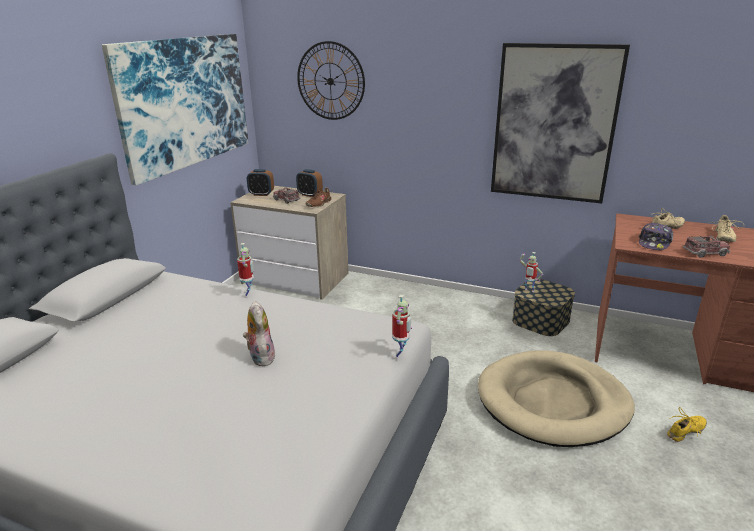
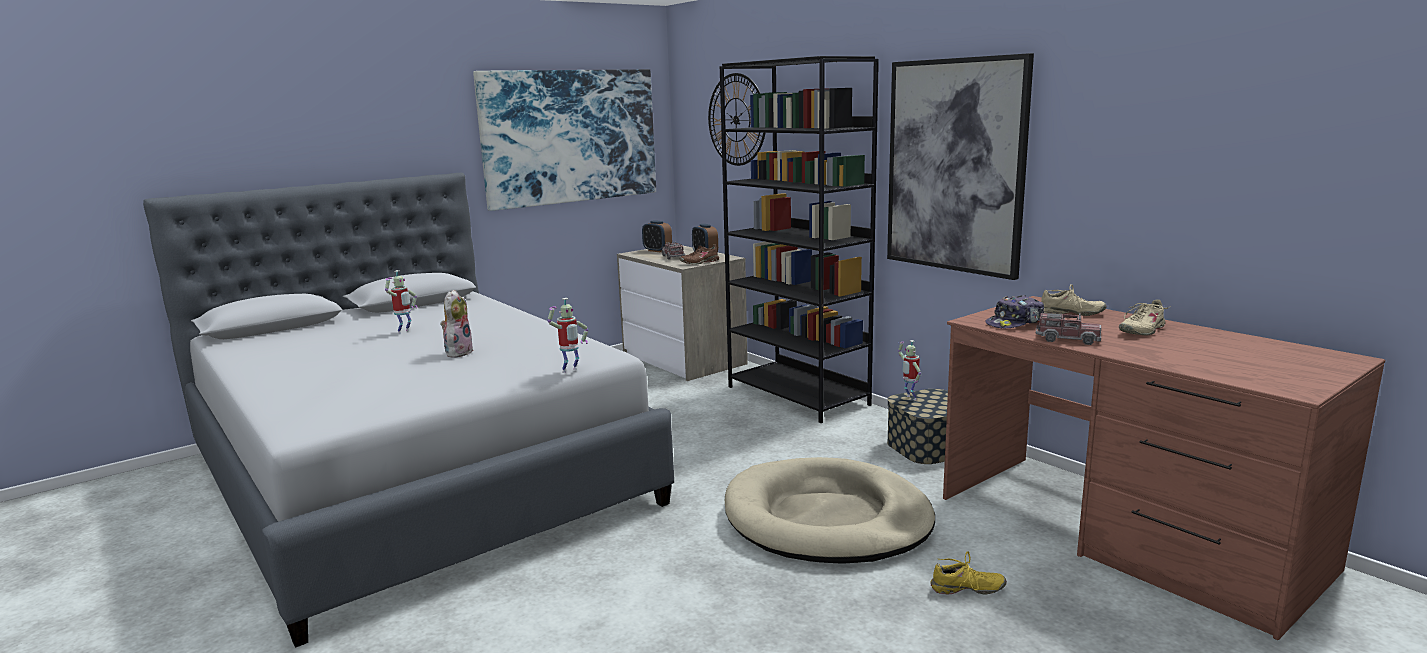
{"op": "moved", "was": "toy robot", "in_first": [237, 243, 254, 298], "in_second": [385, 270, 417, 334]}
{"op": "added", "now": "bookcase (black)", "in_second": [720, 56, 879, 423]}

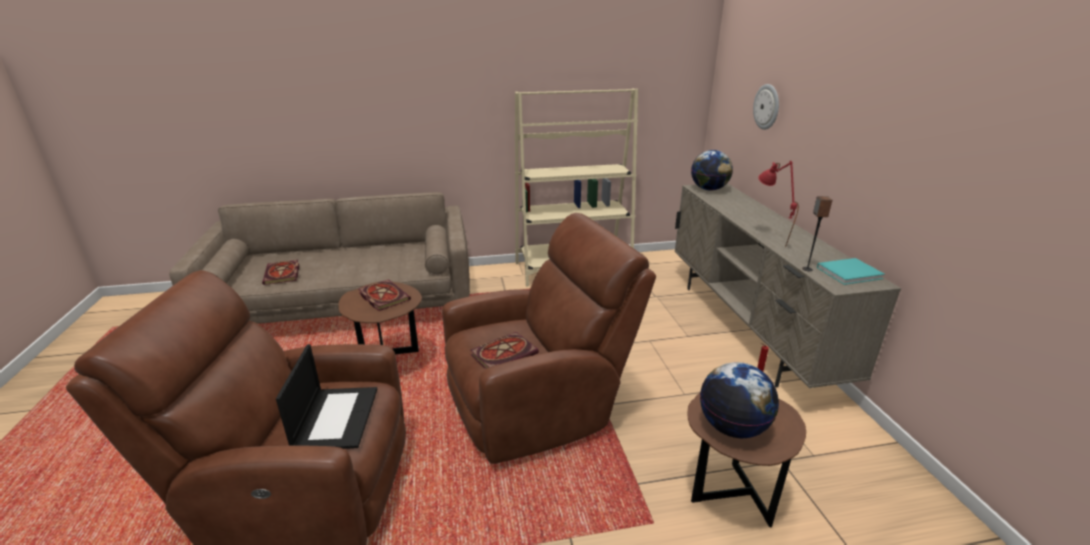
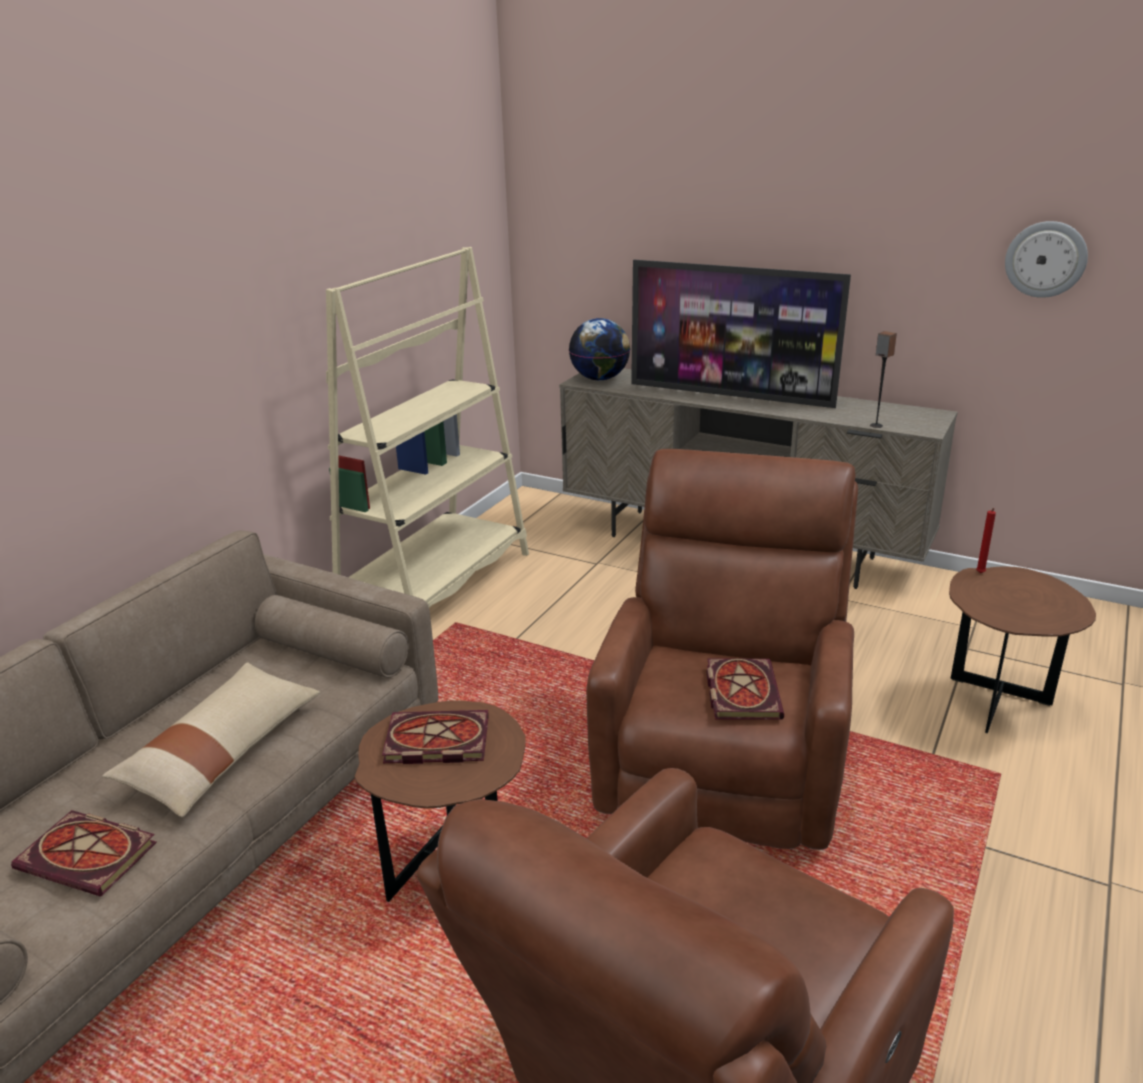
{"op": "moved", "was": "wall clock", "in_first": [753, 84, 779, 130], "in_second": [1005, 221, 1088, 298]}
{"op": "removed", "was": "table lamp (red)", "in_first": [758, 161, 799, 248]}
{"op": "removed", "was": "book (turquoise)", "in_first": [817, 258, 885, 285]}
{"op": "removed", "was": "laptop", "in_first": [276, 344, 377, 449]}
{"op": "removed", "was": "globe", "in_first": [700, 362, 779, 438]}
{"op": "added", "now": "television", "in_second": [631, 260, 851, 408]}
{"op": "added", "now": "pillow (beige)", "in_second": [102, 662, 320, 817]}

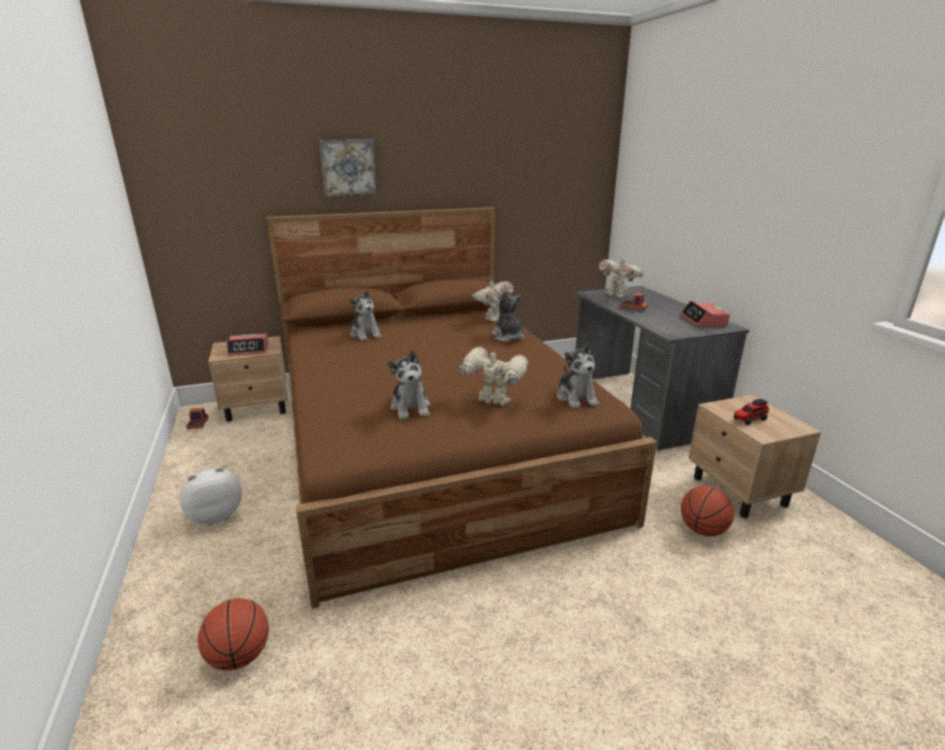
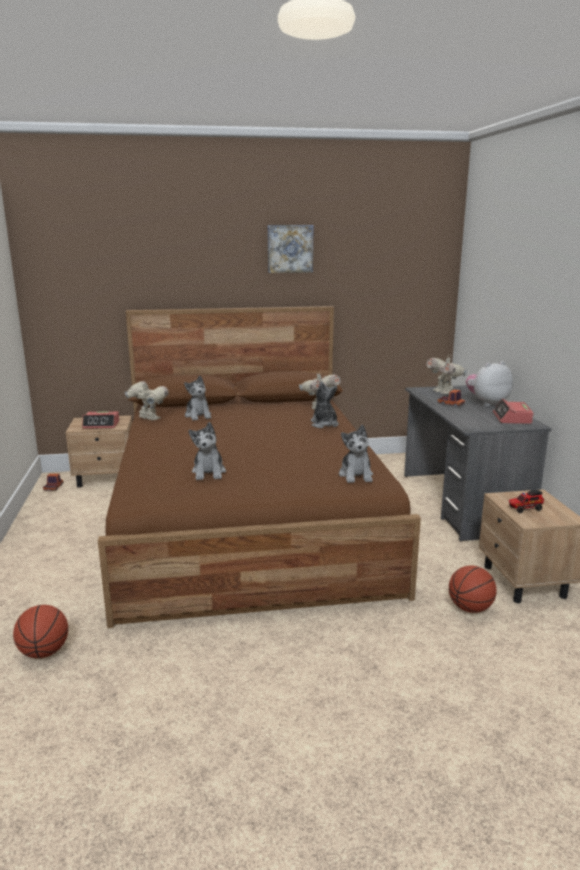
{"op": "moved", "was": "picture", "in_first": [319, 140, 377, 196], "in_second": [268, 225, 313, 273]}
{"op": "moved", "was": "toy robot", "in_first": [459, 347, 528, 406], "in_second": [125, 381, 169, 420]}
{"op": "moved", "was": "plush toy", "in_first": [179, 467, 242, 526], "in_second": [466, 361, 513, 406]}

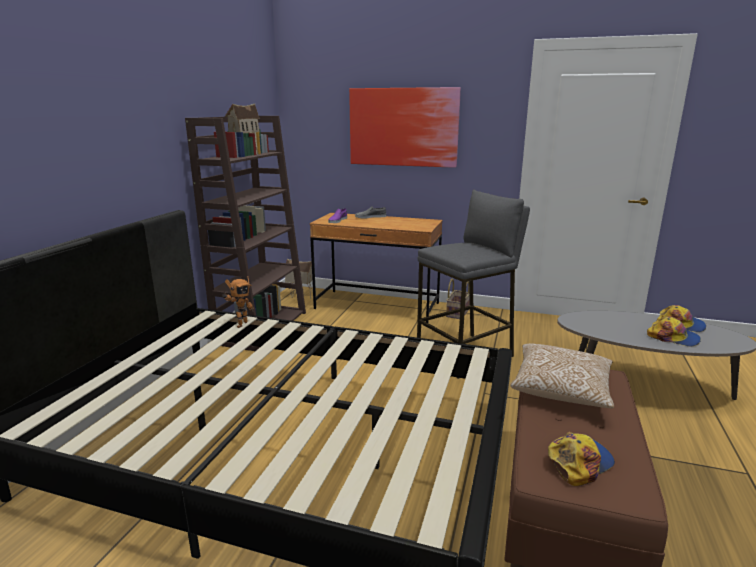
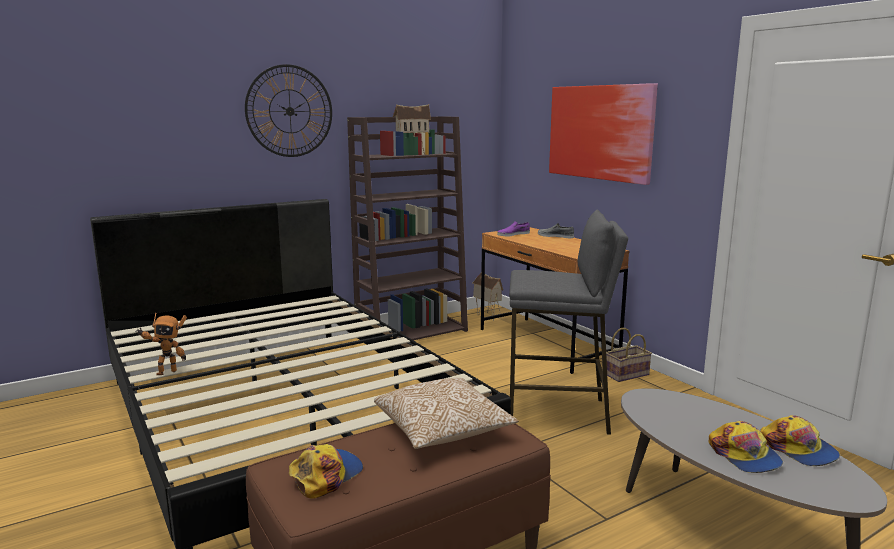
{"op": "moved", "was": "toy robot", "in_first": [223, 276, 254, 328], "in_second": [135, 313, 187, 375]}
{"op": "turned", "was": "cap", "in_first": [548, 432, 615, 486], "in_second": [289, 444, 363, 499], "clockwise": -60}
{"op": "added", "now": "wall clock", "in_second": [245, 64, 332, 157]}

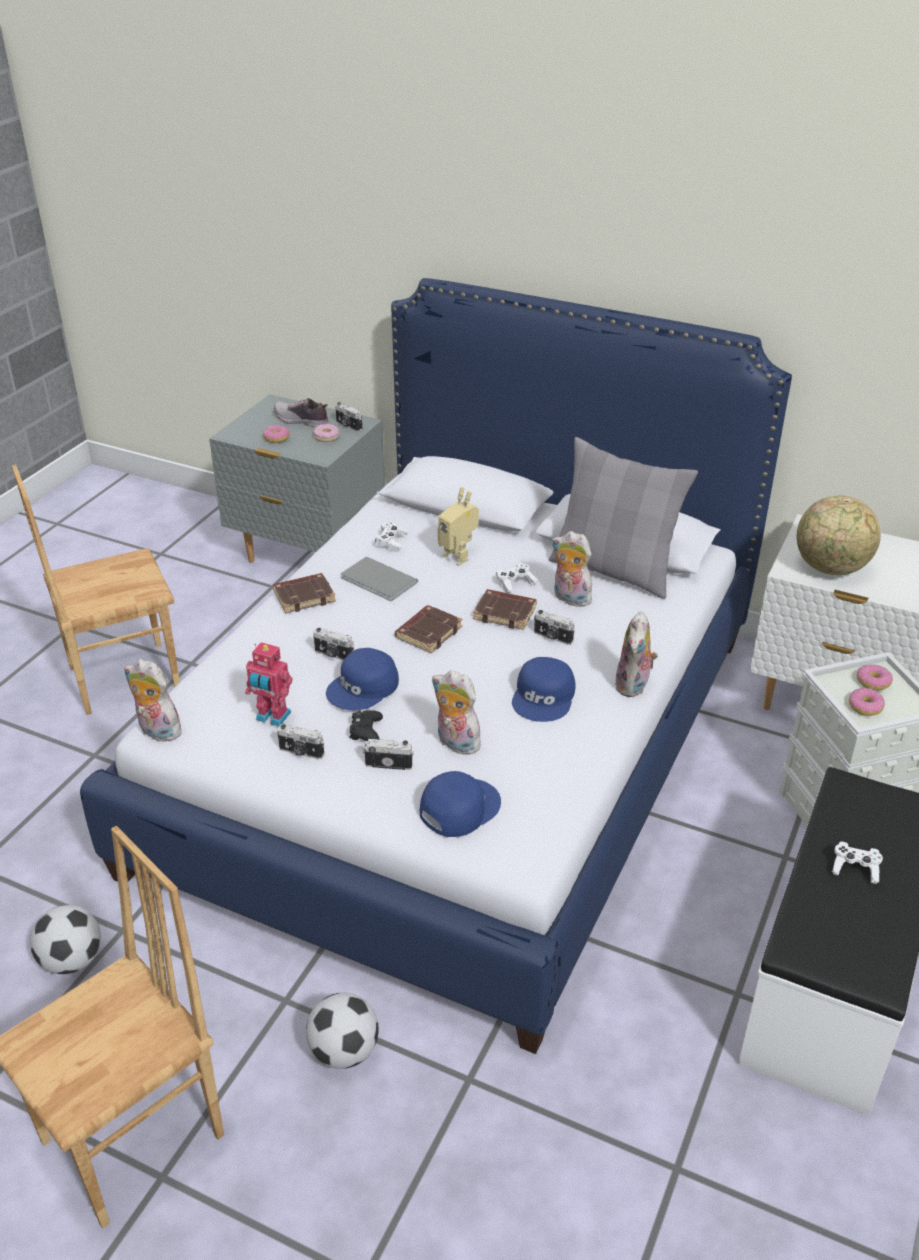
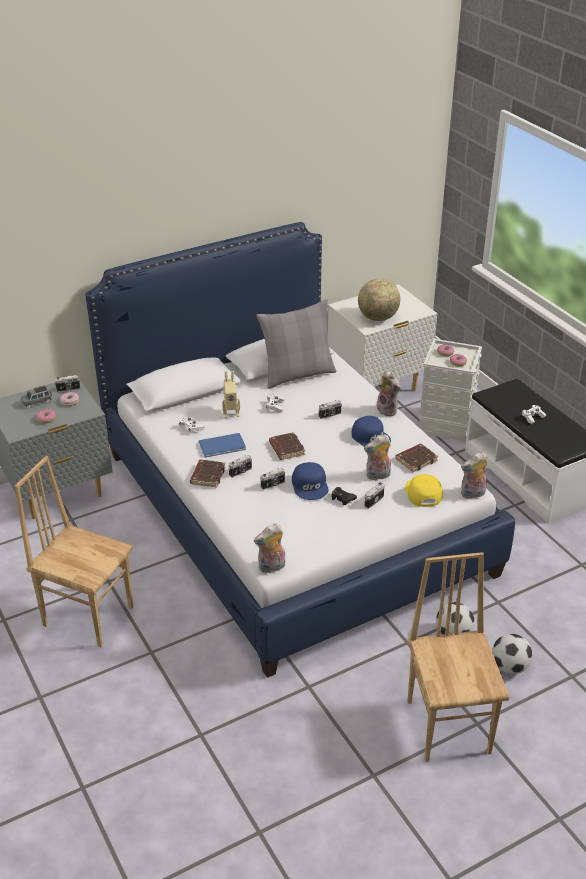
{"op": "replaced", "was": "shoe", "now": "toy car (grey)", "in_first": [274, 398, 329, 427], "in_second": [21, 385, 52, 409]}
{"op": "turned", "was": "chair (brown)", "in_first": [12, 465, 180, 715], "in_second": [15, 456, 133, 647], "clockwise": 105}
{"op": "moved", "was": "plush toy", "in_first": [551, 531, 592, 607], "in_second": [461, 452, 488, 499]}
{"op": "recoloured", "was": "book (grey)", "now": "book (blue)", "in_first": [341, 557, 418, 601], "in_second": [199, 433, 246, 457]}
{"op": "moved", "was": "book (brown)", "in_first": [473, 589, 537, 630], "in_second": [395, 444, 438, 472]}
{"op": "removed", "was": "toy robot", "in_first": [245, 642, 293, 727]}
{"op": "moved", "was": "photo camera", "in_first": [277, 724, 324, 759], "in_second": [229, 455, 252, 478]}
{"op": "recoloured", "was": "cap (blue)", "now": "cap (yellow)", "in_first": [420, 771, 501, 837], "in_second": [405, 474, 443, 507]}
{"op": "moved", "was": "football", "in_first": [30, 905, 101, 974], "in_second": [492, 634, 533, 674]}

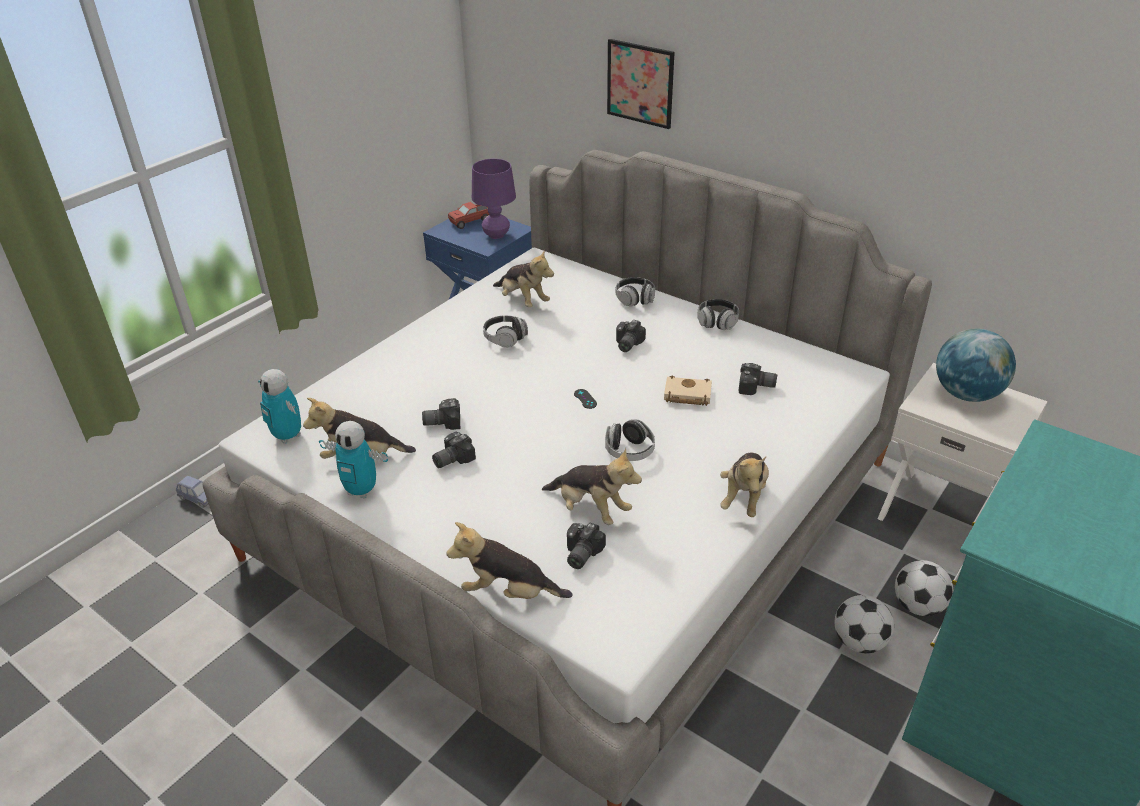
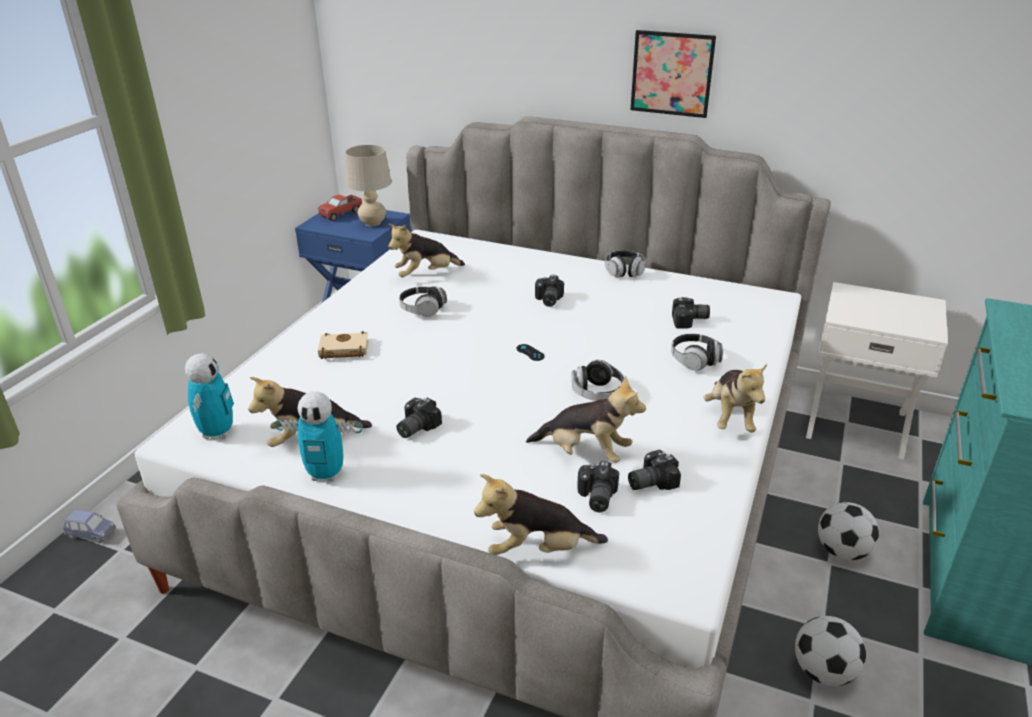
{"op": "moved", "was": "picture", "in_first": [607, 39, 675, 129], "in_second": [631, 30, 716, 118]}
{"op": "recoloured", "was": "table lamp (purple)", "now": "table lamp (beige)", "in_first": [472, 159, 516, 239], "in_second": [345, 145, 391, 226]}
{"op": "turned", "was": "plush toy", "in_first": [493, 249, 554, 307], "in_second": [388, 224, 465, 277], "clockwise": 120}
{"op": "moved", "was": "headphones", "in_first": [616, 277, 655, 307], "in_second": [671, 334, 723, 371]}
{"op": "removed", "was": "globe", "in_first": [936, 329, 1016, 402]}
{"op": "turned", "was": "toy robot", "in_first": [258, 369, 301, 444], "in_second": [185, 353, 234, 439], "clockwise": -120}
{"op": "moved", "was": "book (beige)", "in_first": [664, 376, 712, 406], "in_second": [318, 331, 369, 359]}
{"op": "moved", "was": "photo camera", "in_first": [422, 398, 460, 430], "in_second": [628, 450, 681, 490]}
{"op": "moved", "was": "football", "in_first": [895, 560, 953, 616], "in_second": [795, 616, 866, 686]}

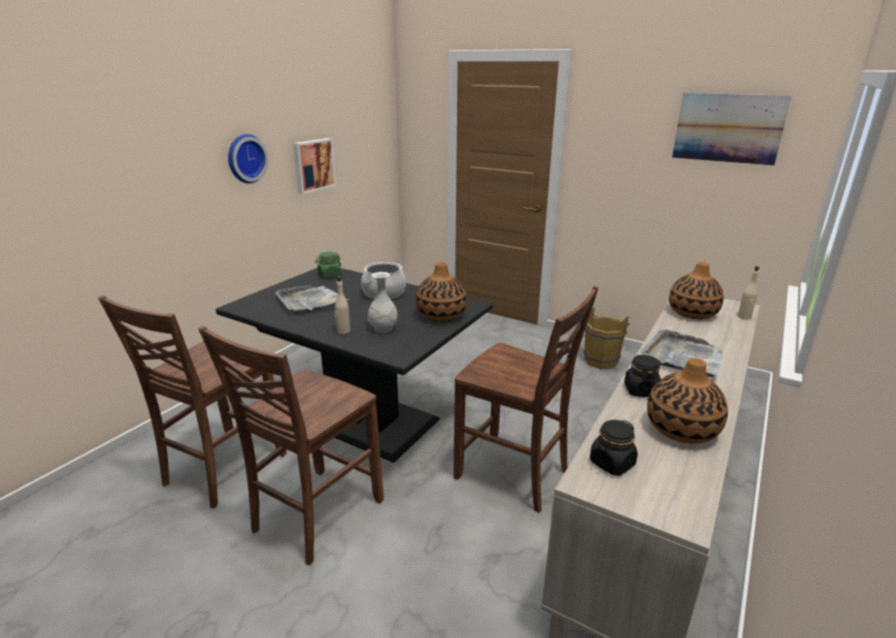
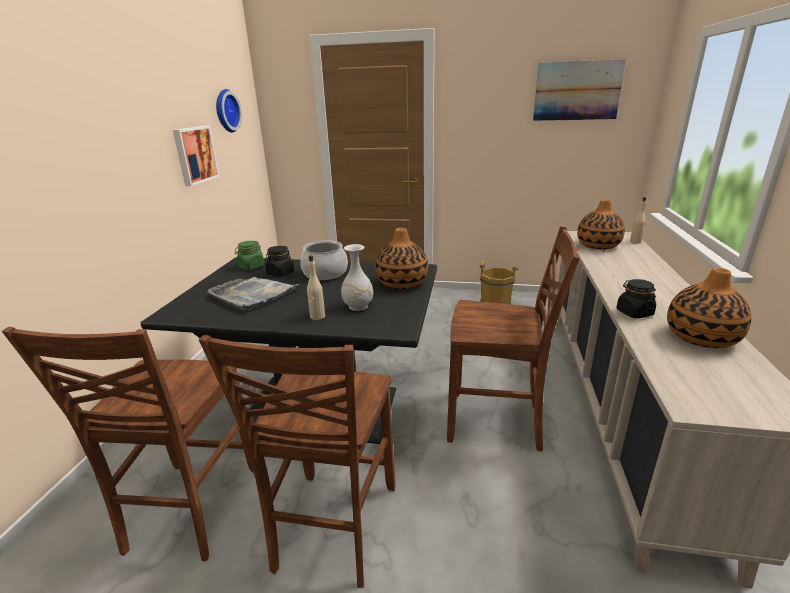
{"op": "moved", "was": "wall clock", "in_first": [228, 134, 269, 183], "in_second": [216, 89, 242, 133]}
{"op": "removed", "was": "tray (grey)", "in_first": [641, 330, 723, 377]}
{"op": "moved", "was": "jar (black)", "in_first": [590, 420, 638, 476], "in_second": [265, 246, 294, 276]}

